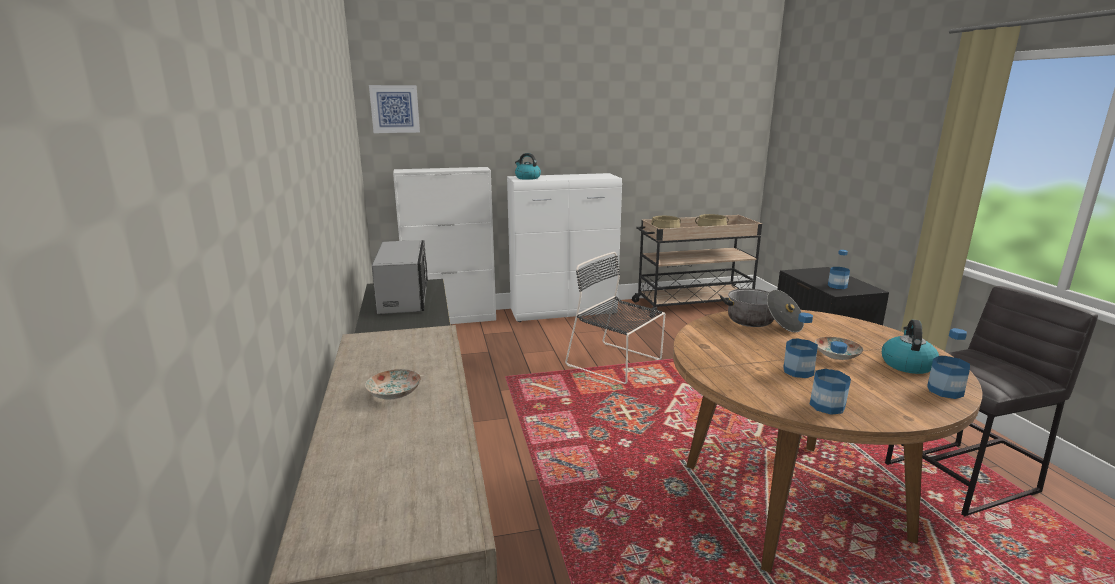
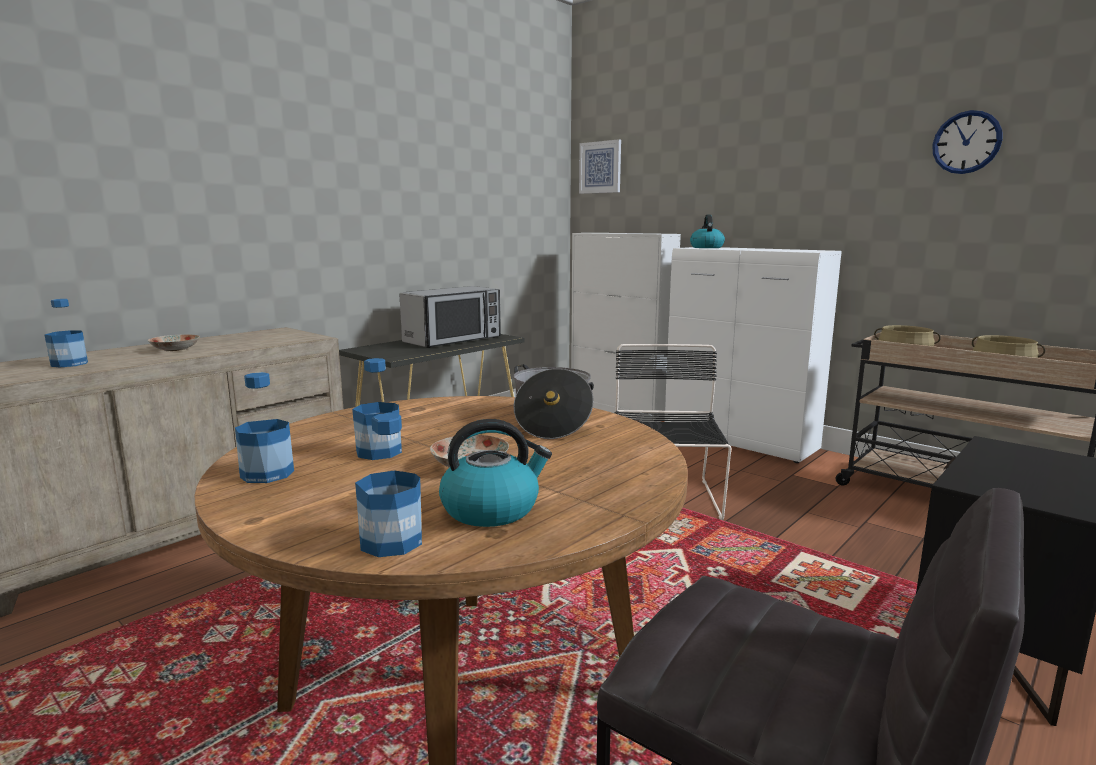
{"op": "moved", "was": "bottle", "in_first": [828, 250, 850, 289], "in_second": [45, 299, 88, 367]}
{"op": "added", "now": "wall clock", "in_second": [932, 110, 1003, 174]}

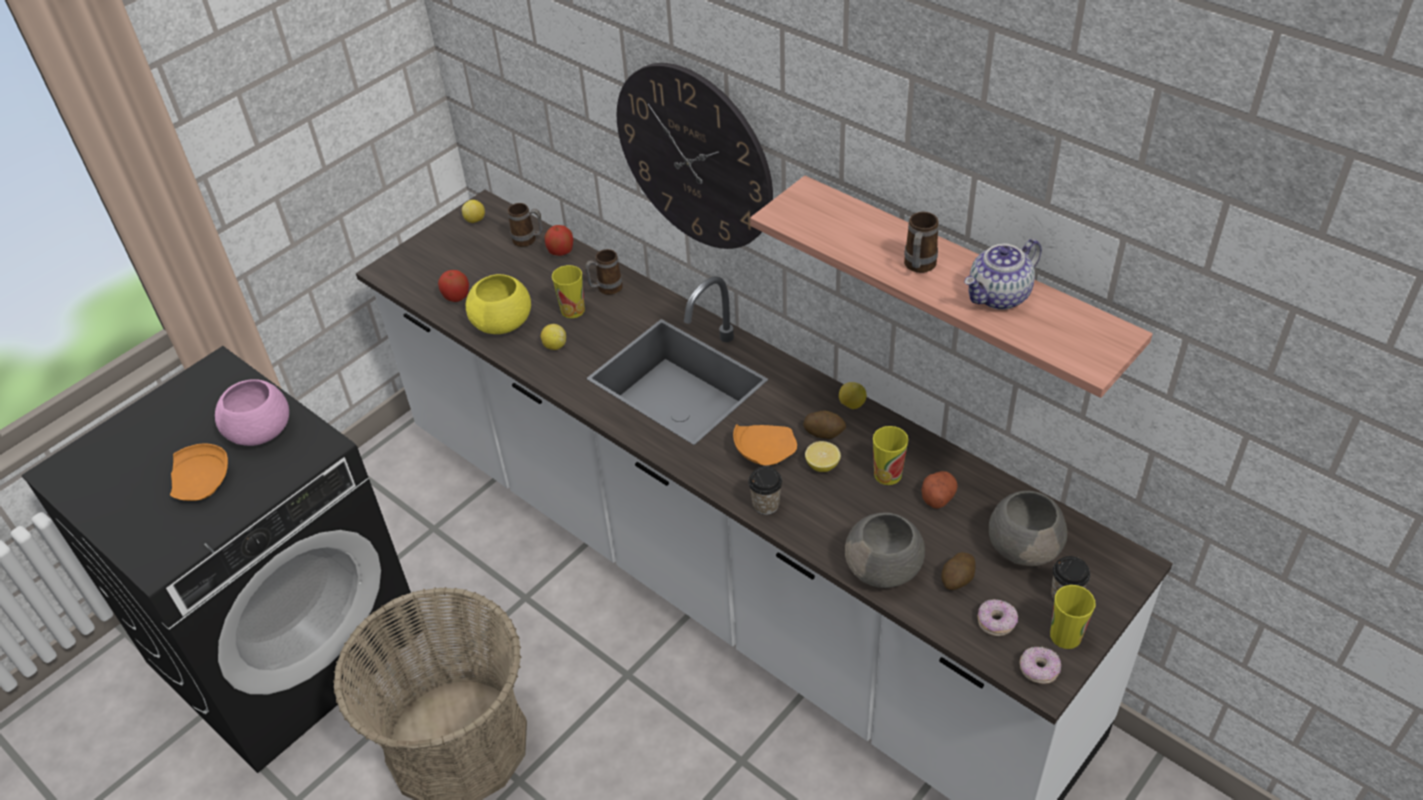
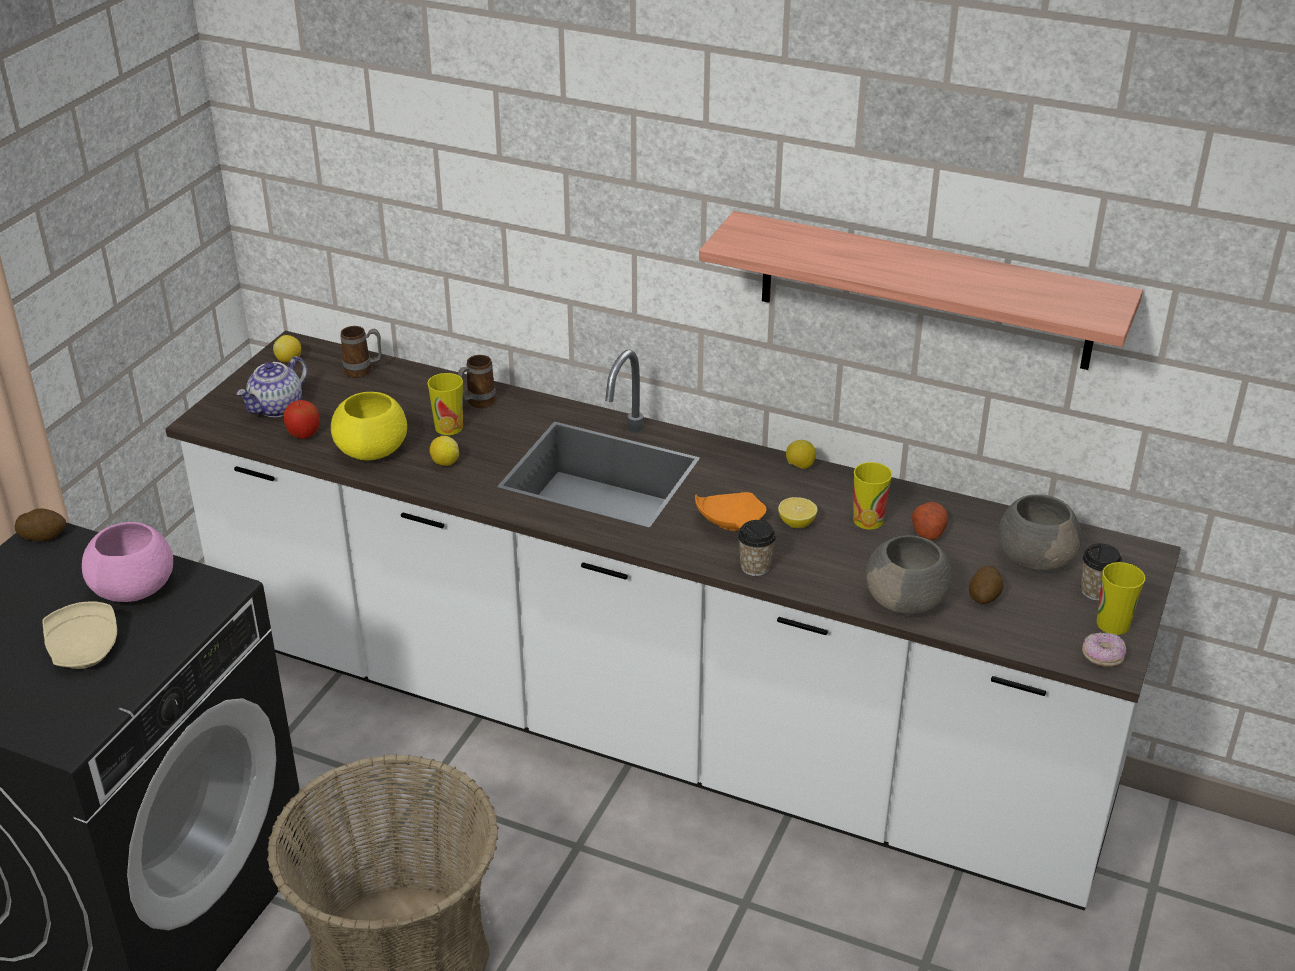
{"op": "removed", "was": "wall clock", "in_first": [617, 63, 773, 249]}
{"op": "removed", "was": "mug", "in_first": [904, 212, 939, 273]}
{"op": "removed", "was": "apple", "in_first": [545, 225, 574, 256]}
{"op": "moved", "was": "teapot", "in_first": [964, 239, 1042, 310], "in_second": [237, 356, 307, 417]}
{"op": "moved", "was": "potato", "in_first": [803, 410, 846, 439], "in_second": [15, 508, 66, 541]}
{"op": "recoloured", "was": "plate (orange)", "now": "plate (beige)", "in_first": [170, 443, 228, 501], "in_second": [42, 601, 117, 669]}
{"op": "removed", "was": "donut", "in_first": [978, 599, 1018, 636]}

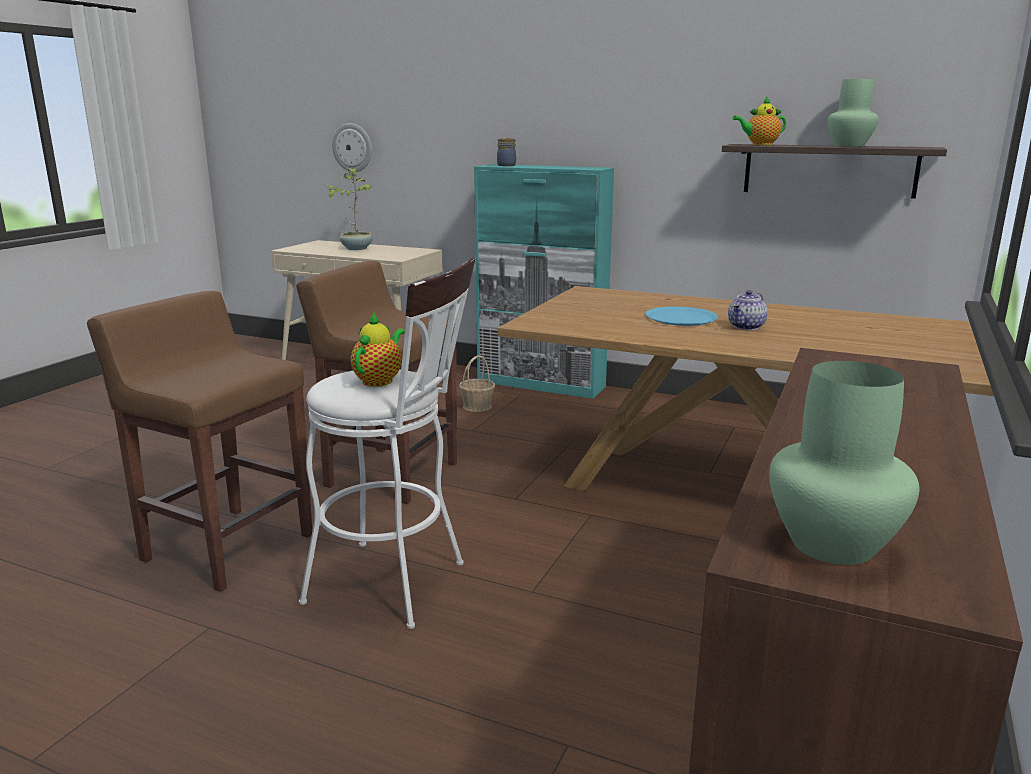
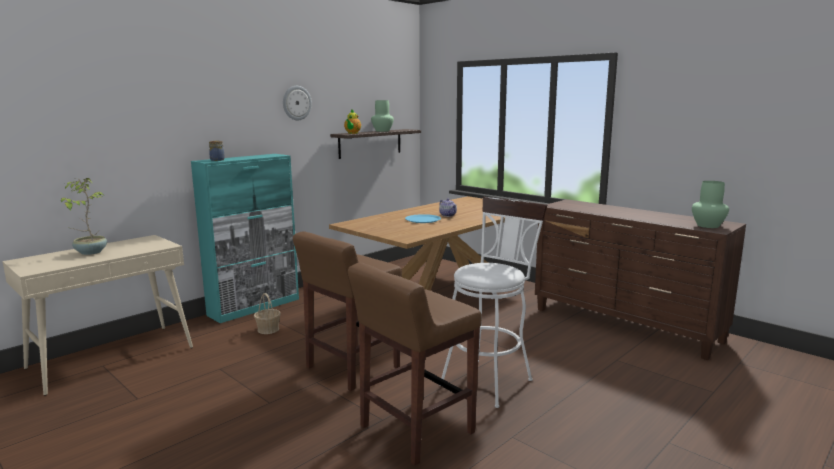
{"op": "moved", "was": "wall clock", "in_first": [332, 123, 372, 172], "in_second": [283, 86, 312, 120]}
{"op": "removed", "was": "teapot", "in_first": [351, 312, 405, 387]}

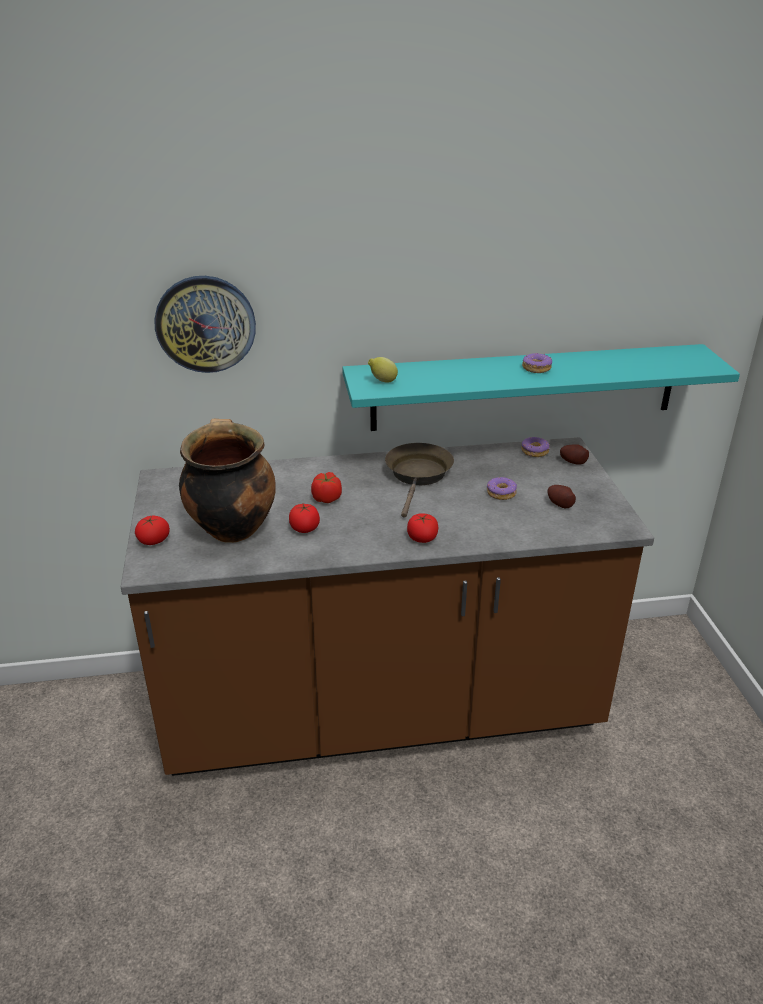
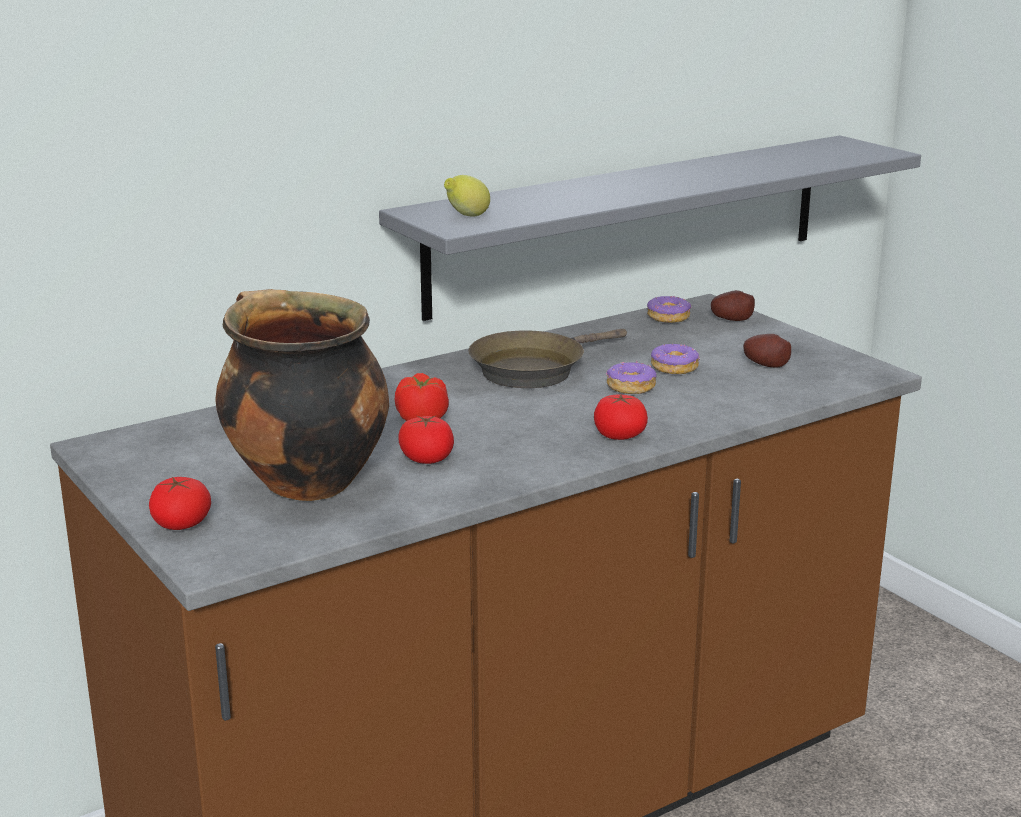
{"op": "removed", "was": "wall clock", "in_first": [154, 276, 256, 373]}
{"op": "recoloured", "was": "shelf (turquoise)", "now": "shelf (grey)", "in_first": [342, 344, 740, 431], "in_second": [379, 135, 921, 321]}
{"op": "moved", "was": "donut", "in_first": [522, 353, 552, 373], "in_second": [606, 361, 657, 394]}
{"op": "turned", "was": "frying pan (brown)", "in_first": [385, 443, 454, 518], "in_second": [468, 329, 627, 388], "clockwise": -120}

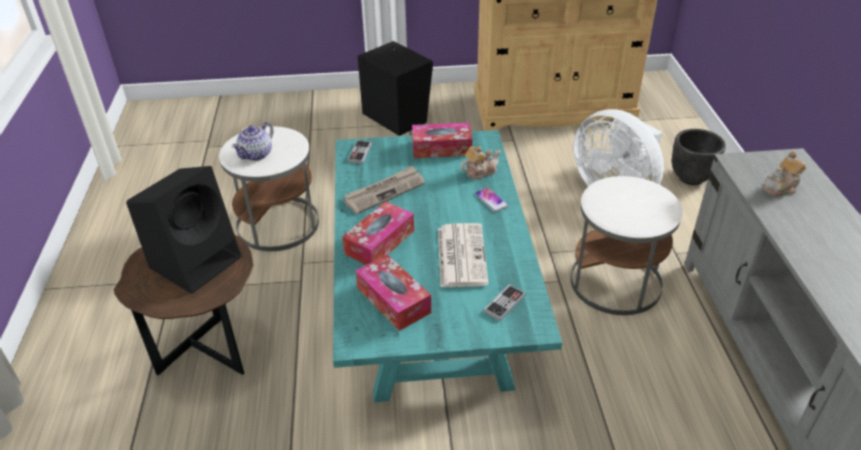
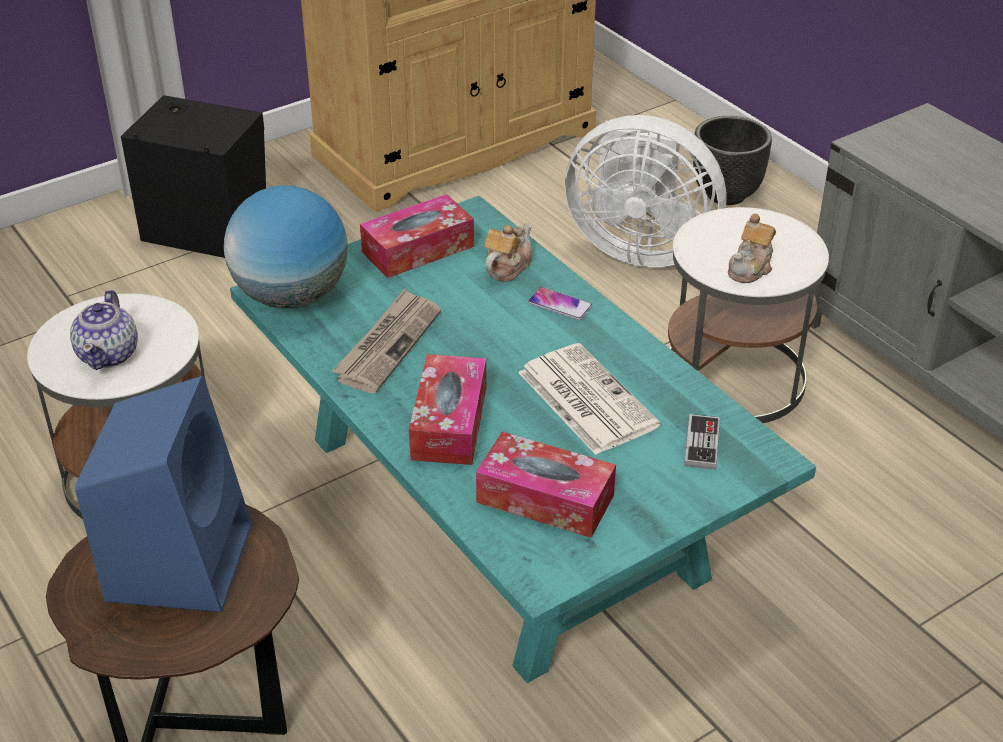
{"op": "replaced", "was": "game controller", "now": "globe", "in_first": [348, 140, 372, 164], "in_second": [224, 186, 348, 308]}
{"op": "moved", "was": "teapot", "in_first": [763, 151, 806, 196], "in_second": [728, 214, 776, 283]}
{"op": "recoloured", "was": "speaker (black)", "now": "speaker (blue)", "in_first": [126, 166, 241, 294], "in_second": [75, 376, 252, 612]}

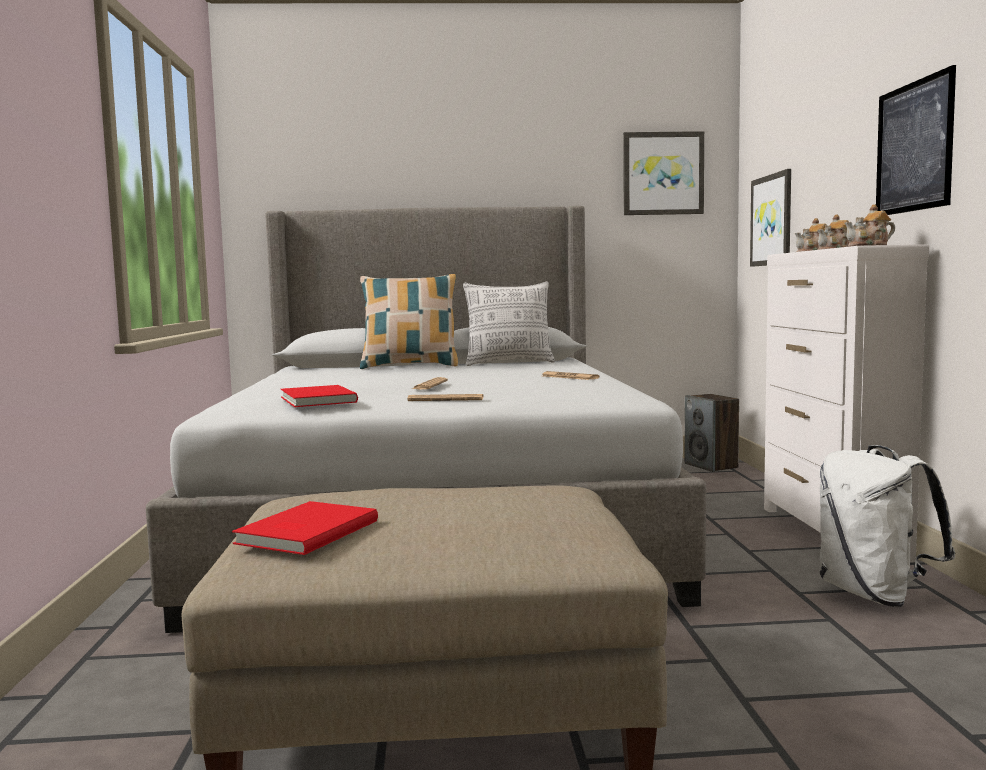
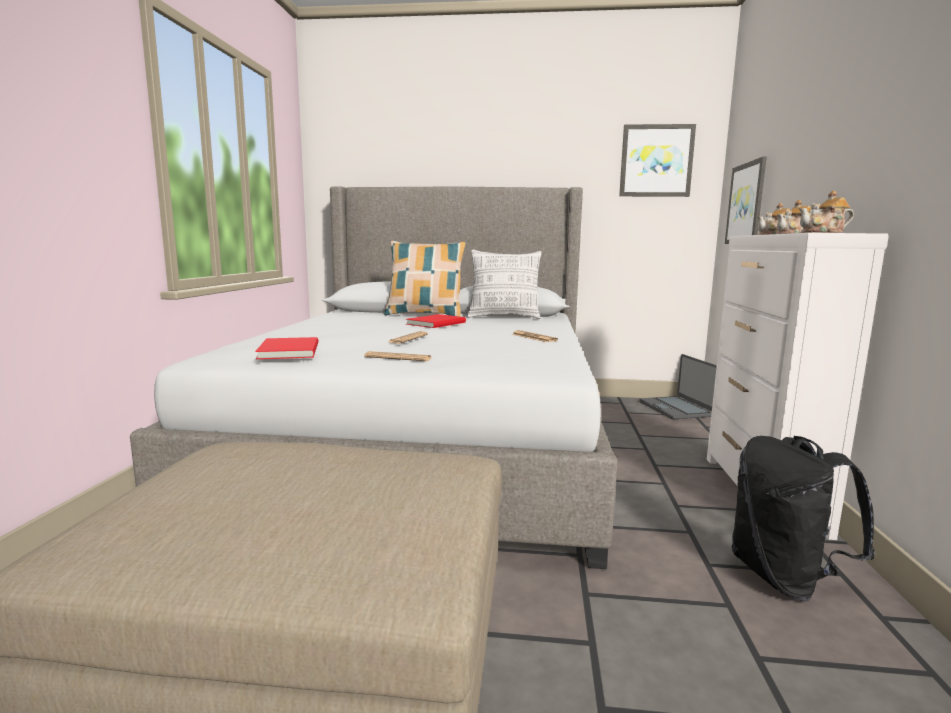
{"op": "removed", "was": "picture", "in_first": [876, 65, 956, 215]}
{"op": "replaced", "was": "speaker", "now": "laptop", "in_first": [685, 394, 739, 472], "in_second": [639, 354, 717, 419]}
{"op": "recoloured", "was": "backpack (white)", "now": "backpack (black)", "in_first": [819, 445, 956, 607], "in_second": [731, 436, 875, 602]}
{"op": "moved", "was": "book (red)", "in_first": [232, 501, 378, 555], "in_second": [406, 314, 466, 328]}

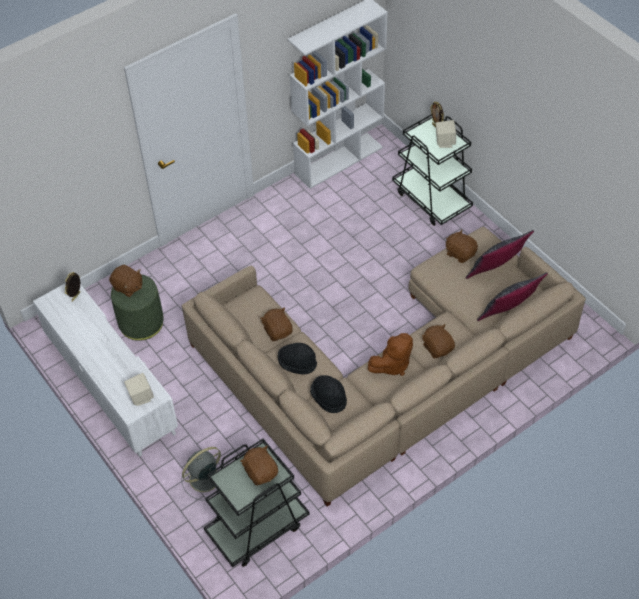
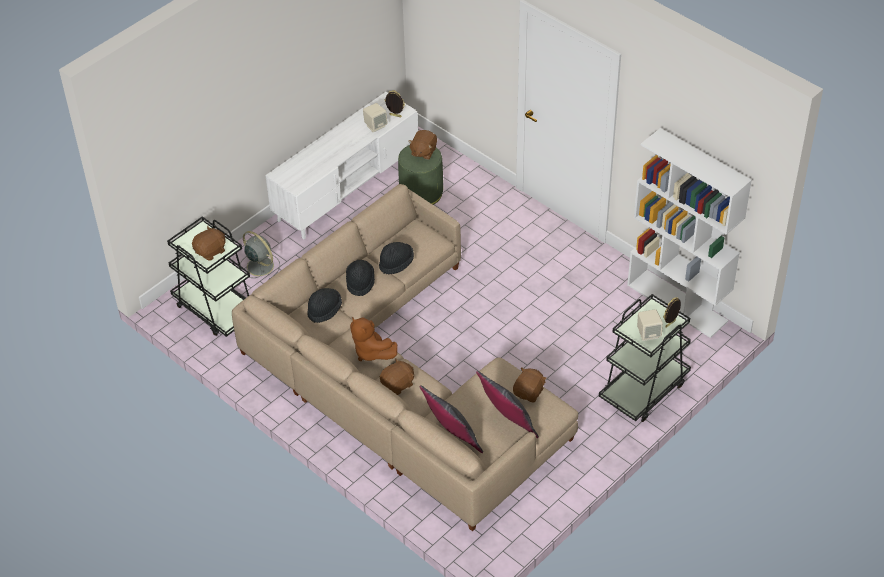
{"op": "replaced", "was": "plush toy (brown)", "now": "hat (black)", "in_first": [260, 307, 293, 341], "in_second": [379, 242, 414, 274]}
{"op": "moved", "was": "speaker (beige)", "in_first": [124, 373, 154, 406], "in_second": [363, 103, 388, 133]}

